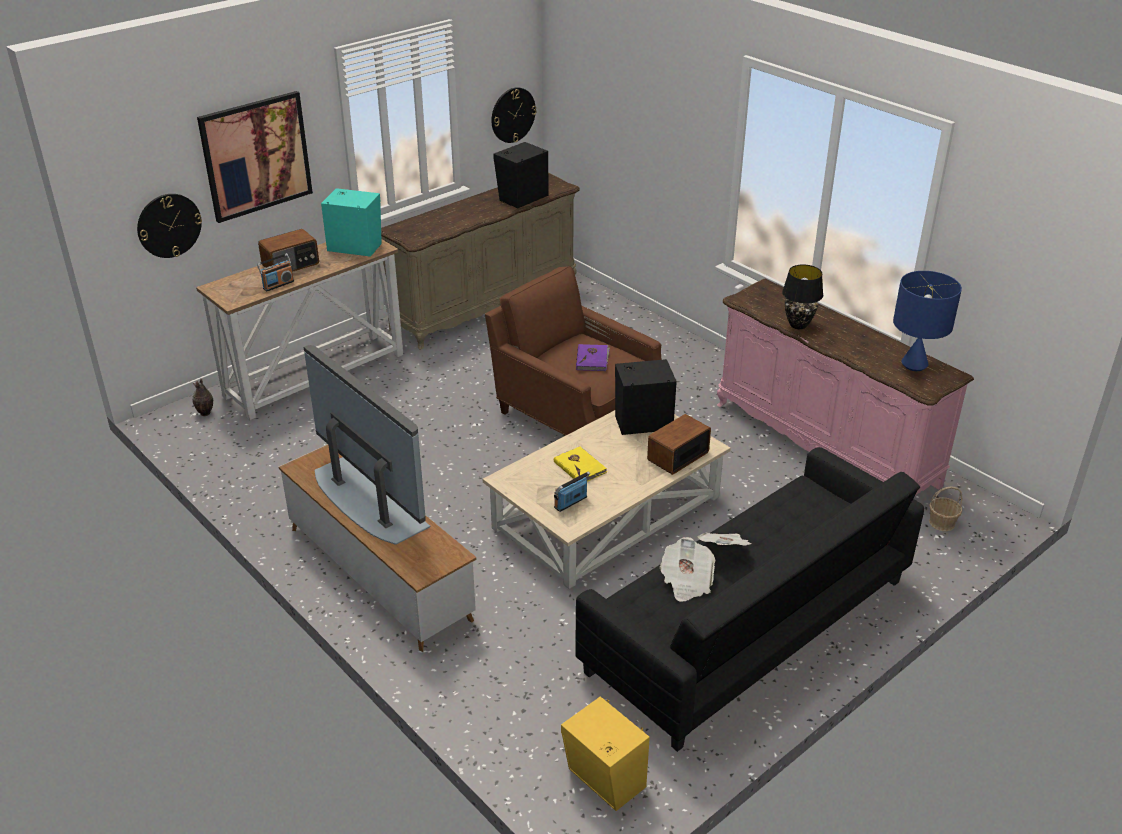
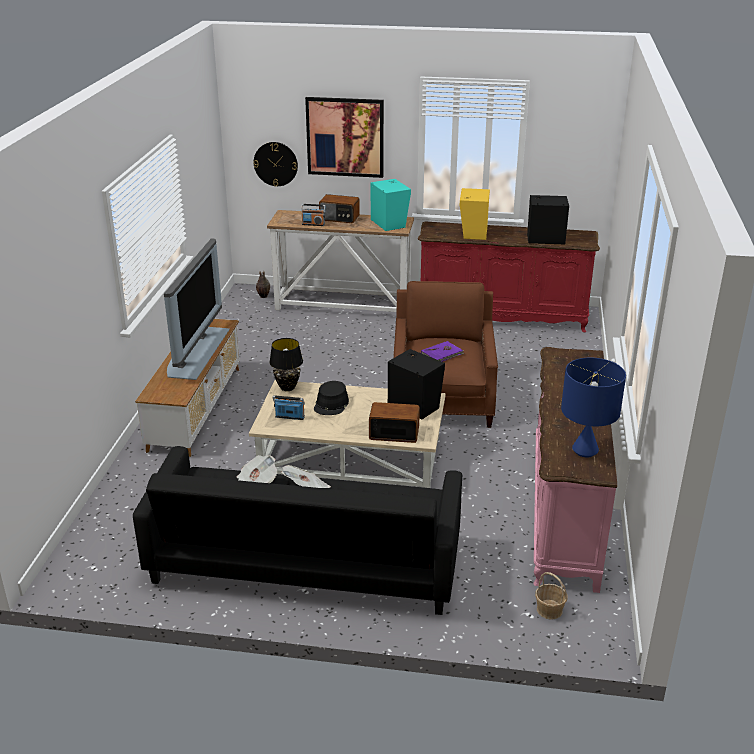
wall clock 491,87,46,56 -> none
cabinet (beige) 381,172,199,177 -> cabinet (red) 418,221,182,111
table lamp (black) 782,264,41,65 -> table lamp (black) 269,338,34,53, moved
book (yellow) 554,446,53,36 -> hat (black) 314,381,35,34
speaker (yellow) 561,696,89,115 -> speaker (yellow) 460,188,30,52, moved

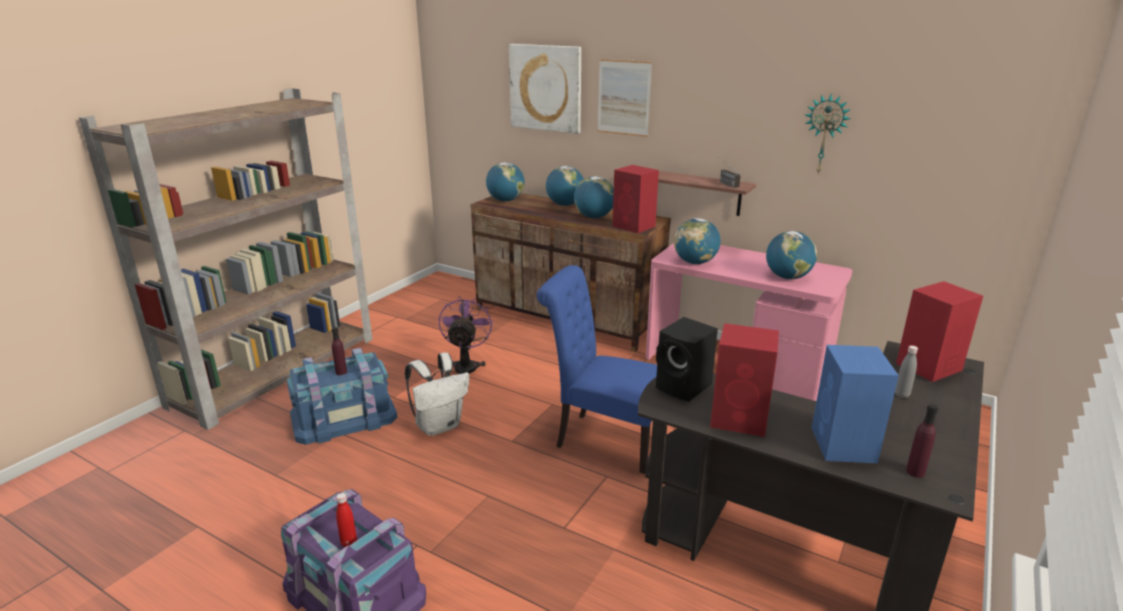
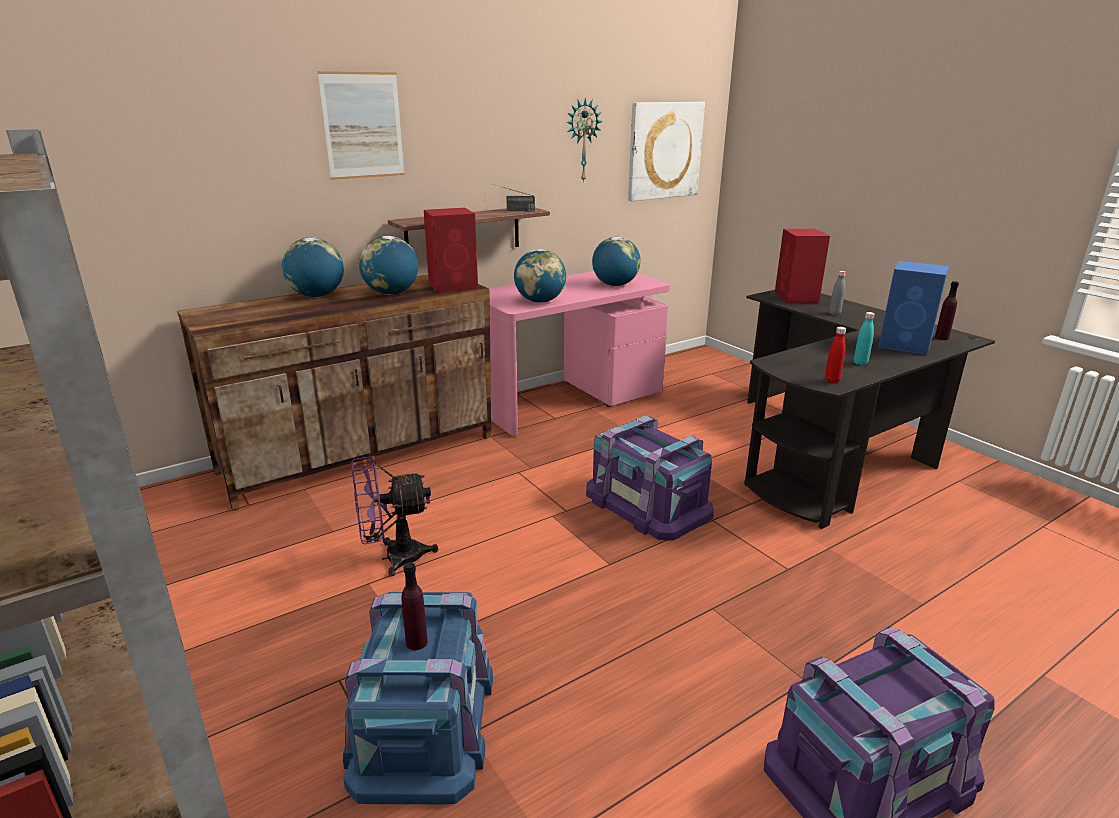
picture 509,44,72,90 -> picture 628,102,77,99, moved
globe 486,162,39,39 -> none
chair (blue) 536,265,121,209 -> storage box (purple) 586,416,128,125
fan (purple) 439,296,54,78 -> fan (purple) 351,456,87,121, 45 degrees counterclockwise
speaker (black) 656,317,62,85 -> none
speaker (red) 710,323,69,114 -> bottle (turquoise) 854,312,21,53
backpack (white) 405,352,64,84 -> none
bottle (red) 336,493,21,54 -> bottle (red) 825,327,21,56, moved

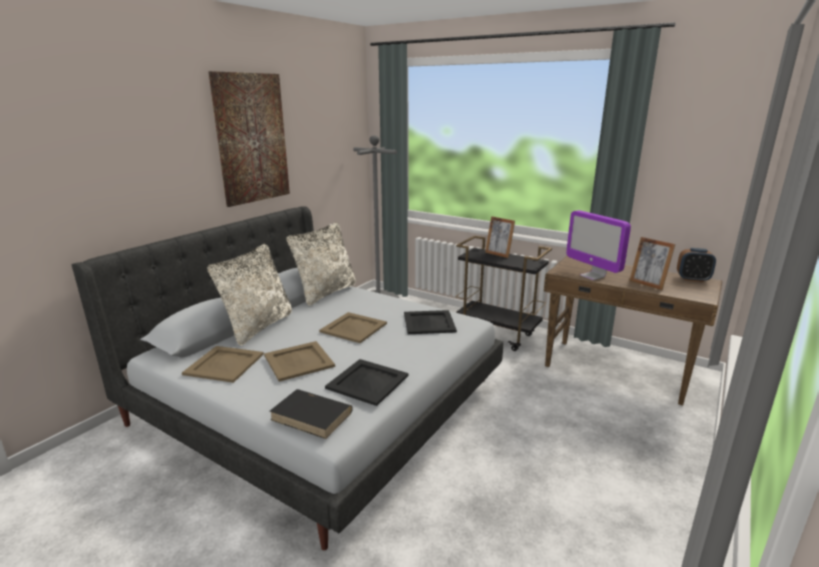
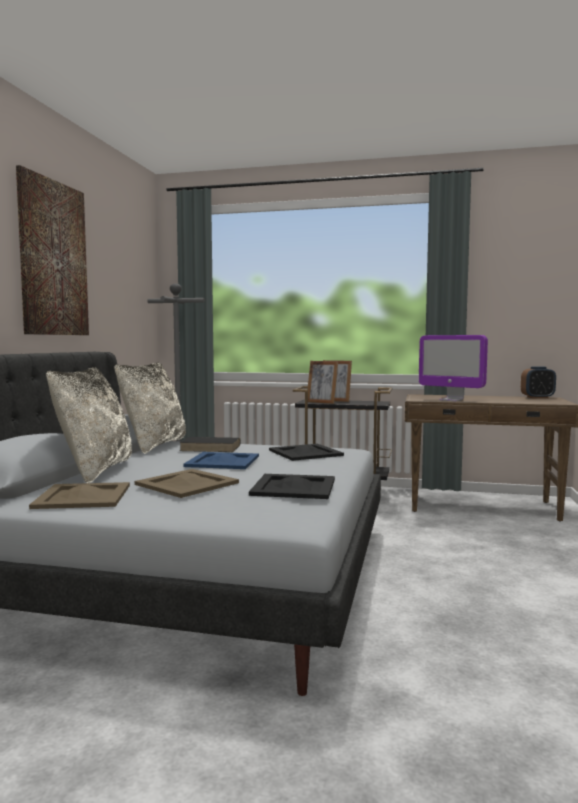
picture frame 629,237,46,53 -> picture frame 307,361,31,43, moved
tray (beige) 319,312,68,31 -> tray (blue) 184,452,75,17
book (black) 270,389,83,50 -> book (black) 179,437,62,15, moved

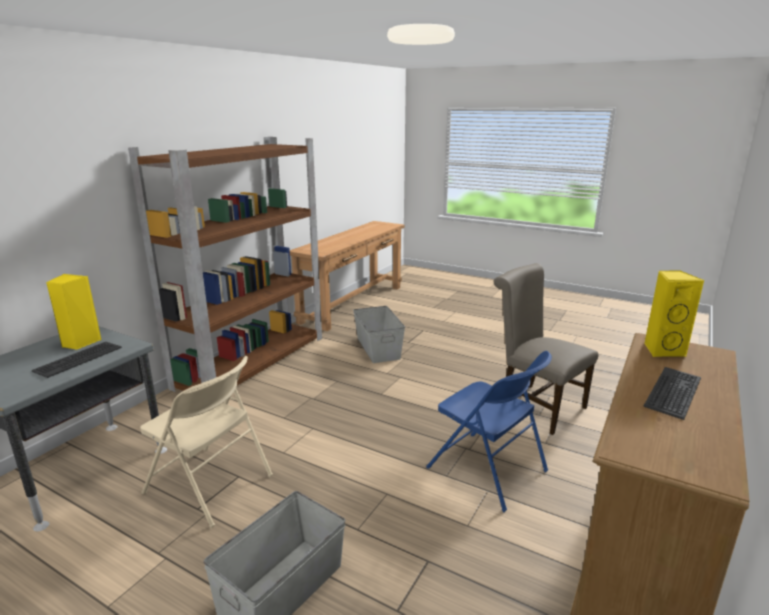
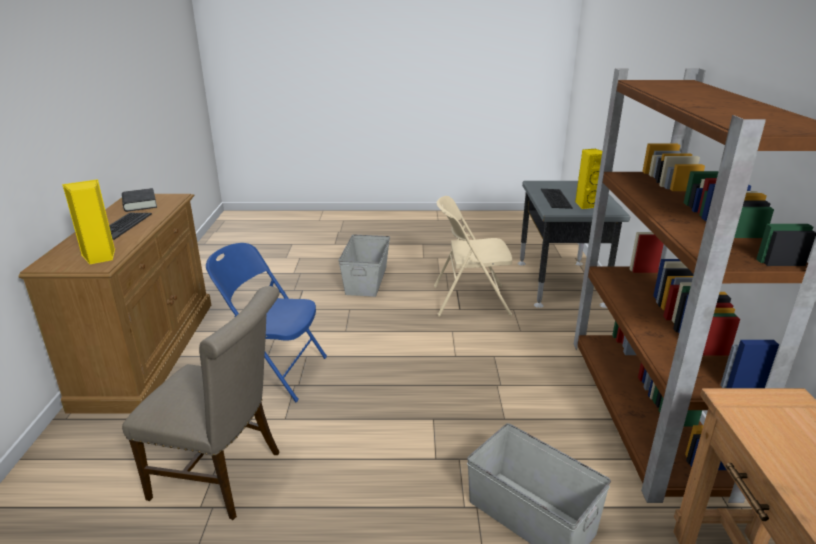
none -> book (black) 122,188,35,24

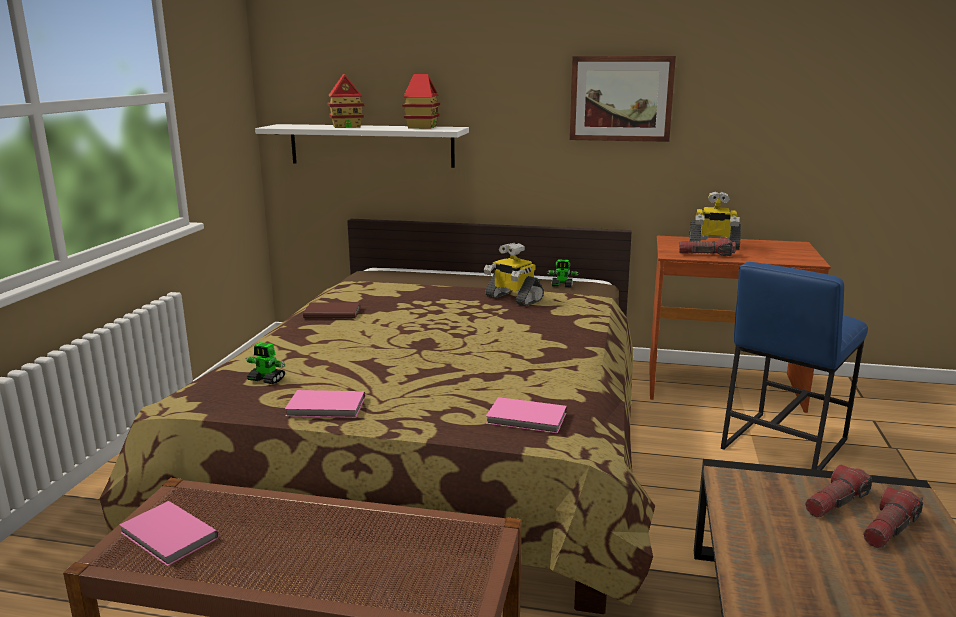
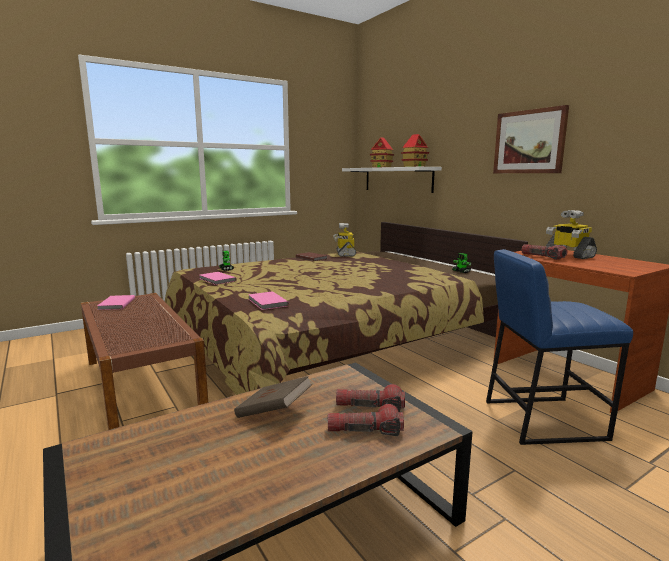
toy robot 484,243,60,63 -> toy robot 333,223,23,34, moved
none -> book (brown) 234,376,78,42

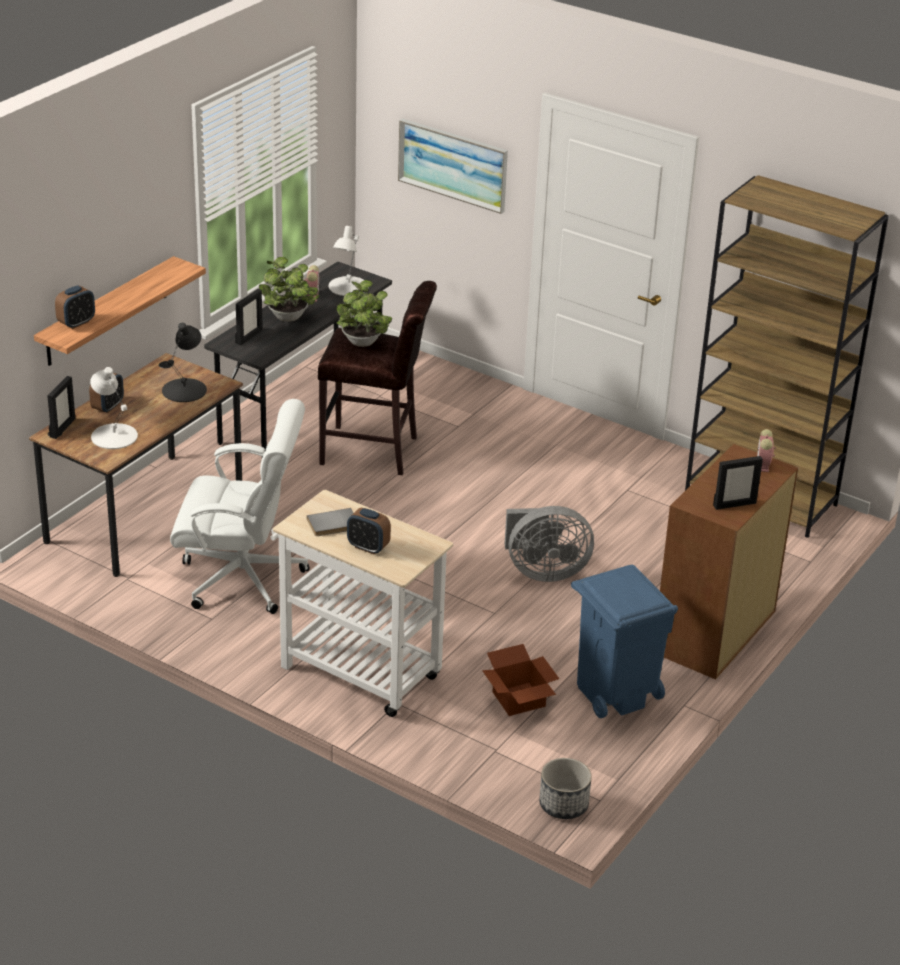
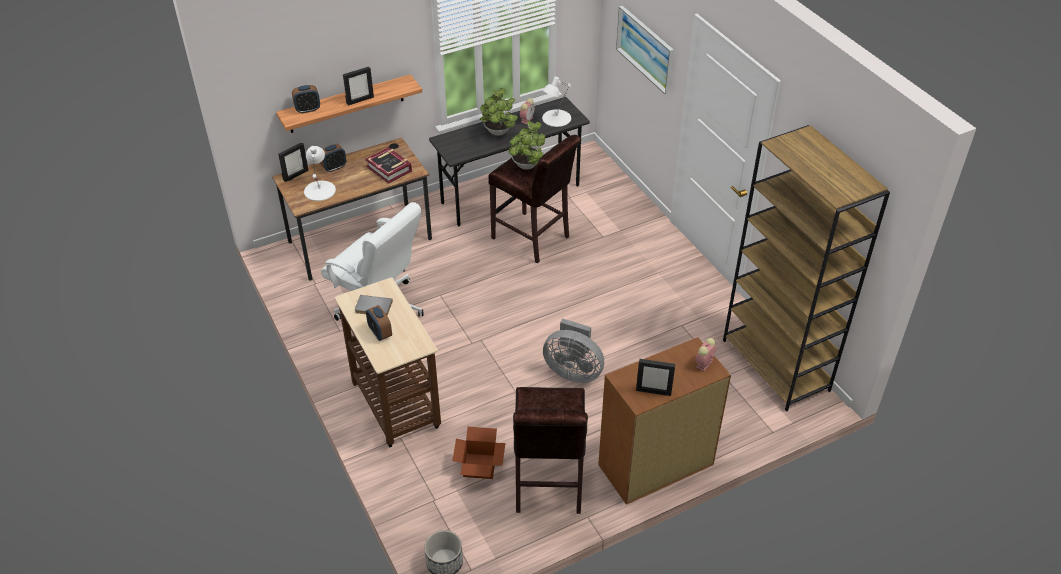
picture frame 235,289,28,56 -> picture frame 343,67,31,39, moved
table lamp (black) 162,323,45,79 -> book 365,147,47,37
cart (white) 271,490,182,227 -> cart (brown) 335,277,106,170
trash can (blue) 571,565,107,153 -> stool (brown) 513,387,75,127

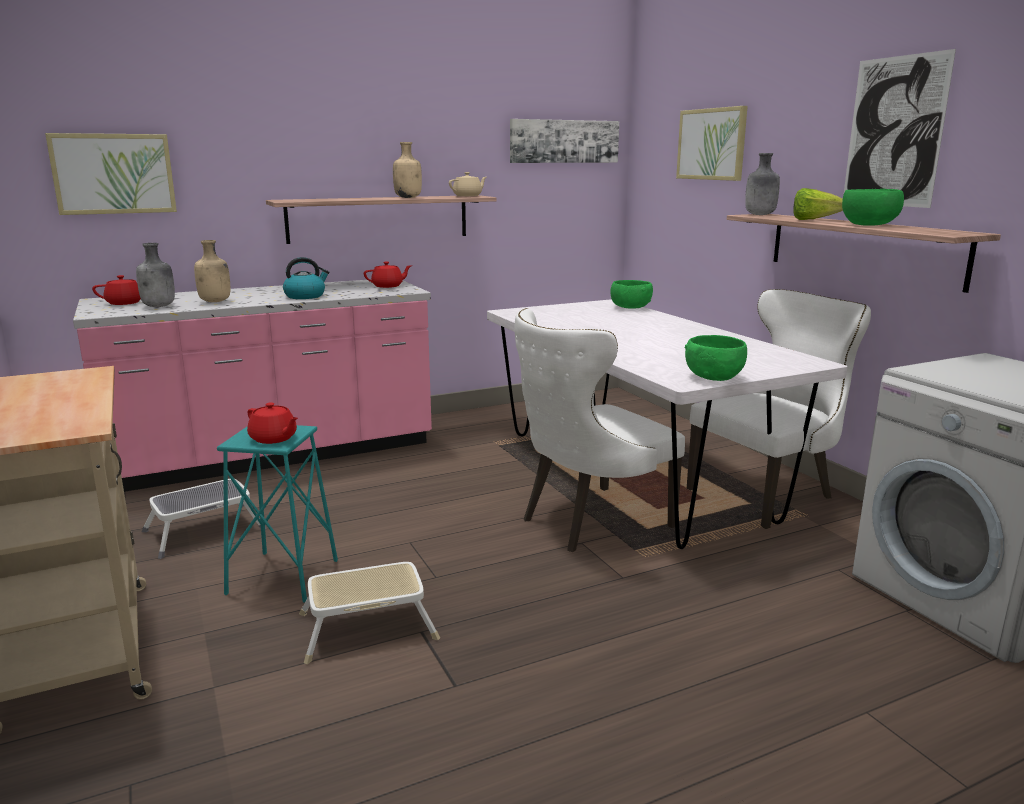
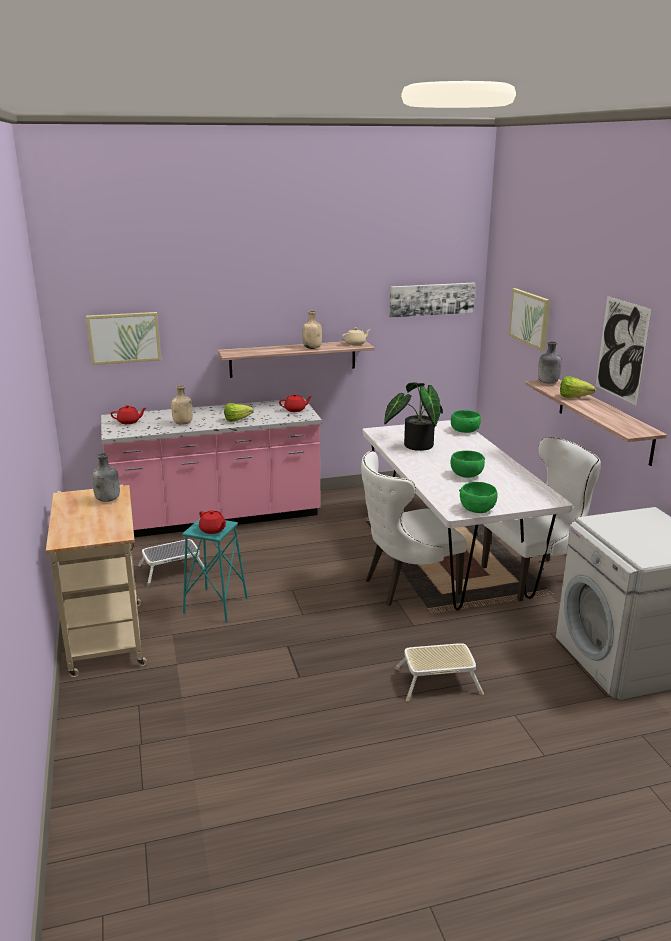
bowl (green) 842,189,62,37 -> bowl (green) 451,450,34,28, moved
bottle (grey) 136,243,39,64 -> bottle (grey) 92,453,28,49, moved
kettle 283,257,46,42 -> lettuce 224,403,30,19
step ladder (beige) 299,562,141,102 -> step ladder (beige) 395,643,89,59, moved
none -> potted plant 384,382,59,69

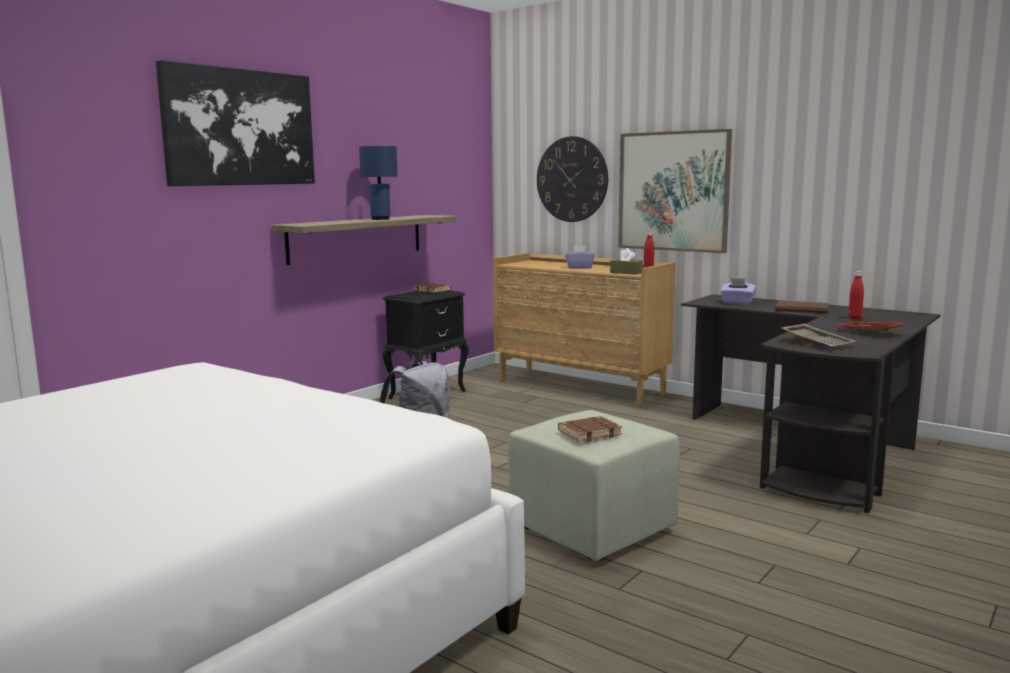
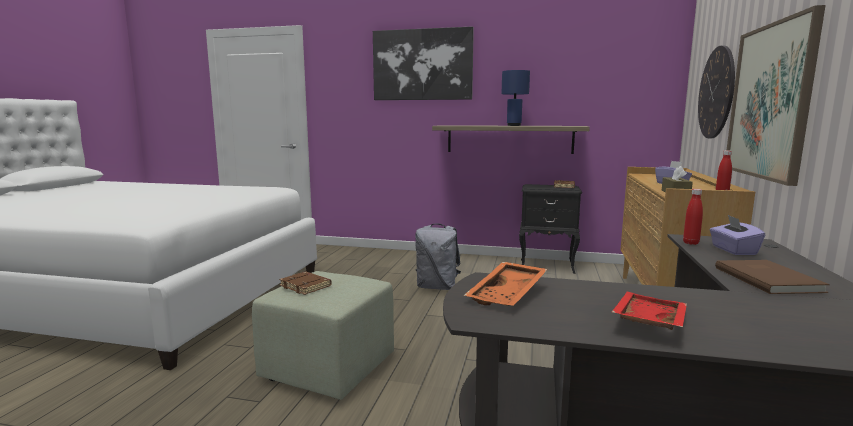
bottle (red) 848,271,16,48 -> bottle (red) 683,189,20,56, moved
tray (grey) 782,324,73,26 -> tray (orange) 464,262,84,44

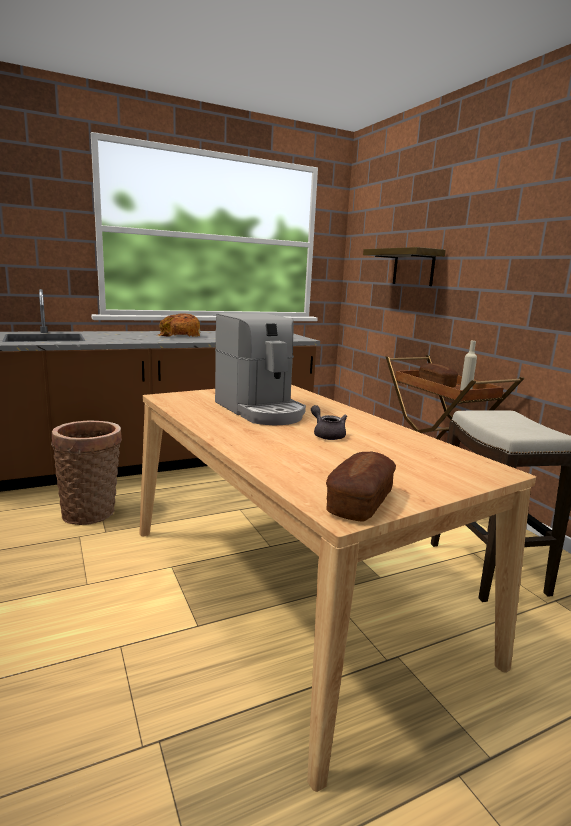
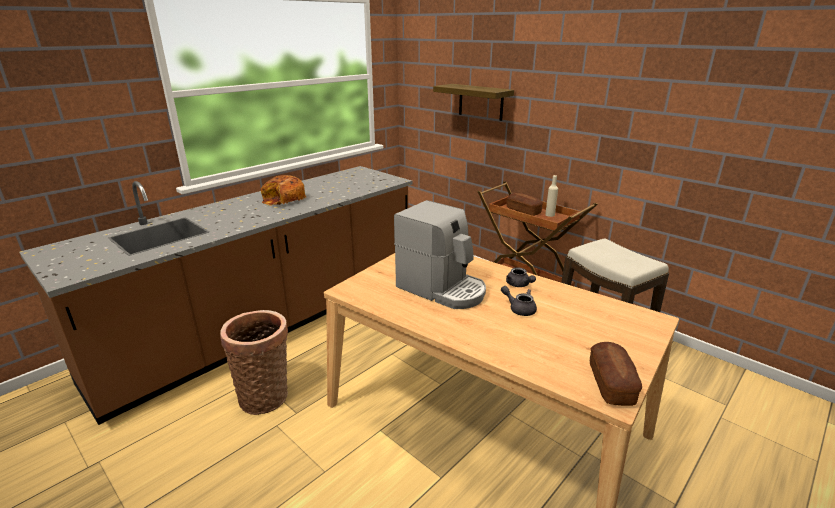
none -> teapot (grey) 506,267,30,20

